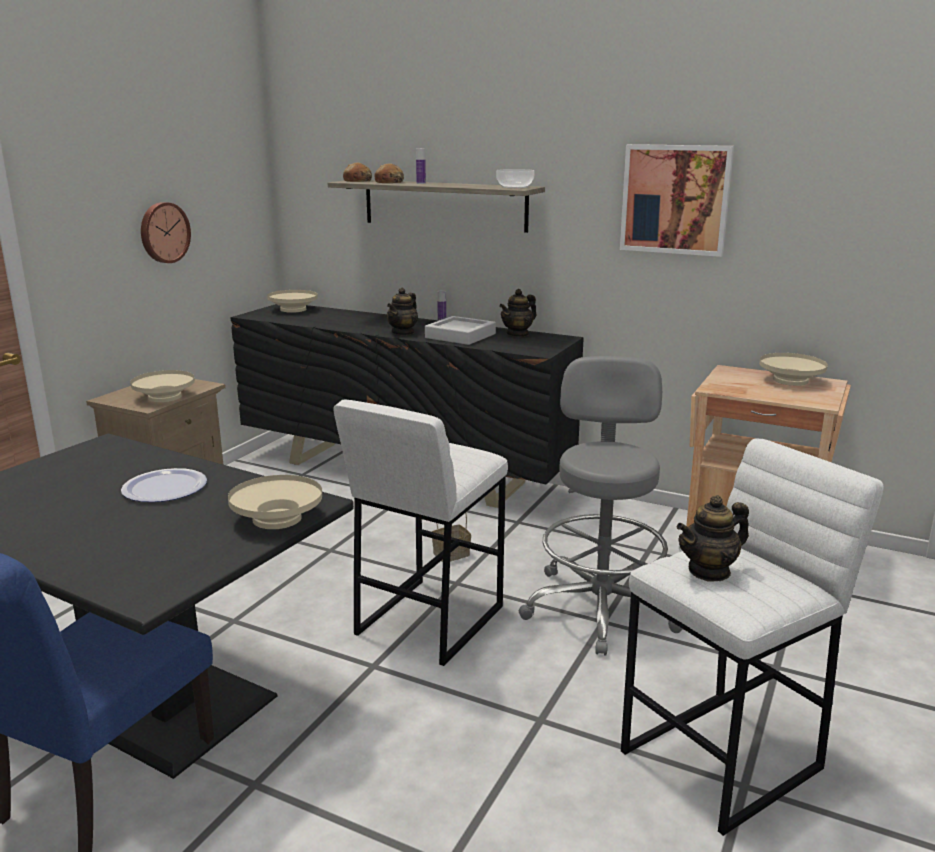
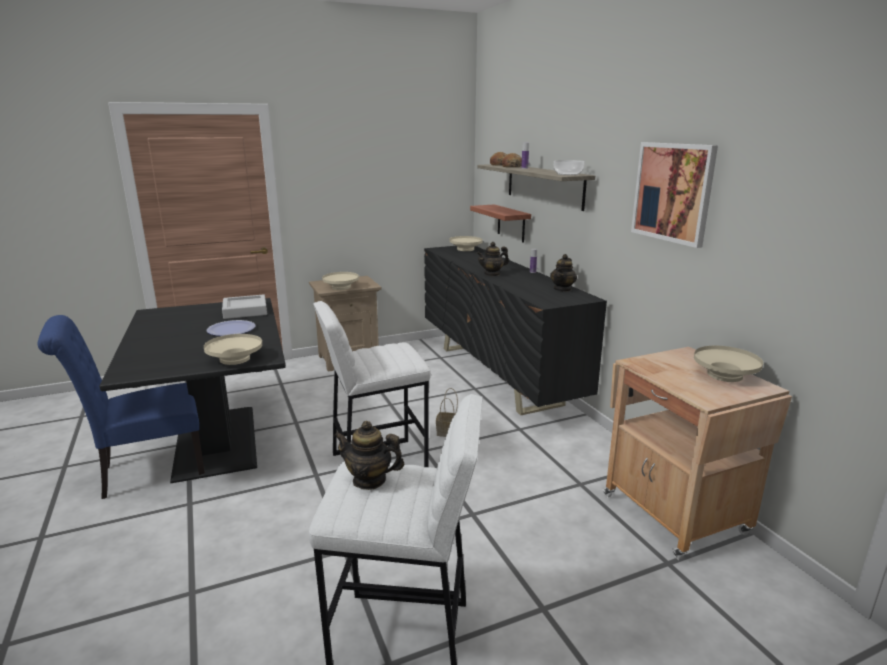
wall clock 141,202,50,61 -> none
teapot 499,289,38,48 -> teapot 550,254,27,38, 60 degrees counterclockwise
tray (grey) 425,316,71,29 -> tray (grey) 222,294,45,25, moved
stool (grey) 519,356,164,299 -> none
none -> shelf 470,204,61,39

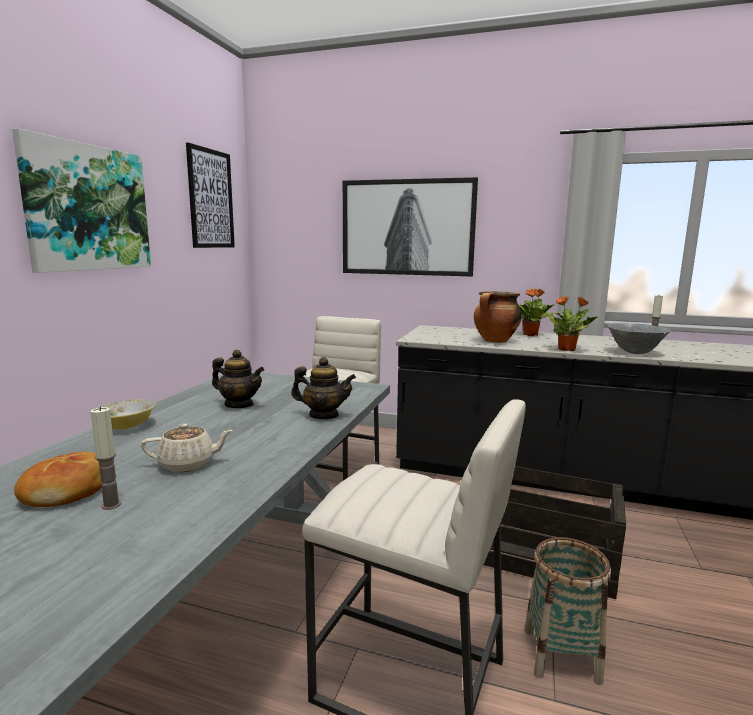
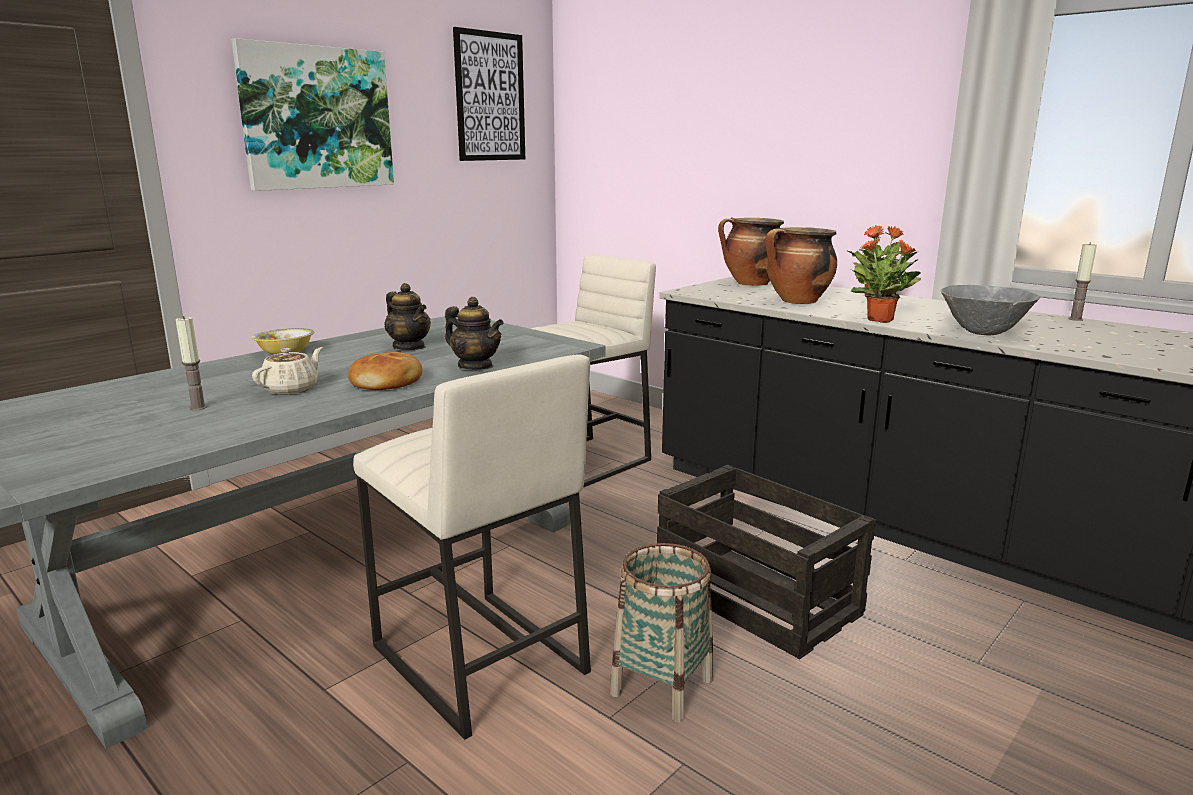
picture 343,177,135,100 -> none
teapot (beige) 141,423,92,49 -> teapot (beige) 252,347,71,48, 75 degrees counterclockwise
bread 14,452,88,55 -> bread 348,352,74,38, moved
none -> cooking pot 718,217,66,69

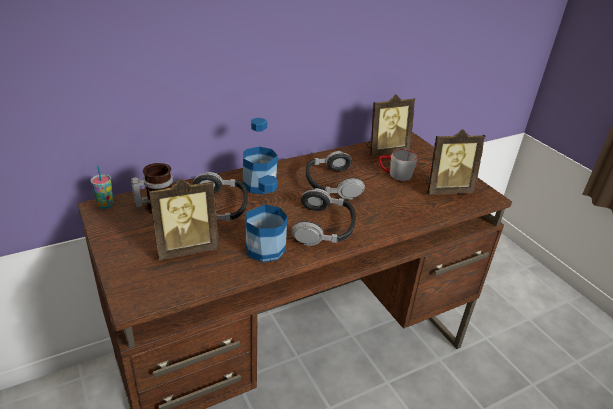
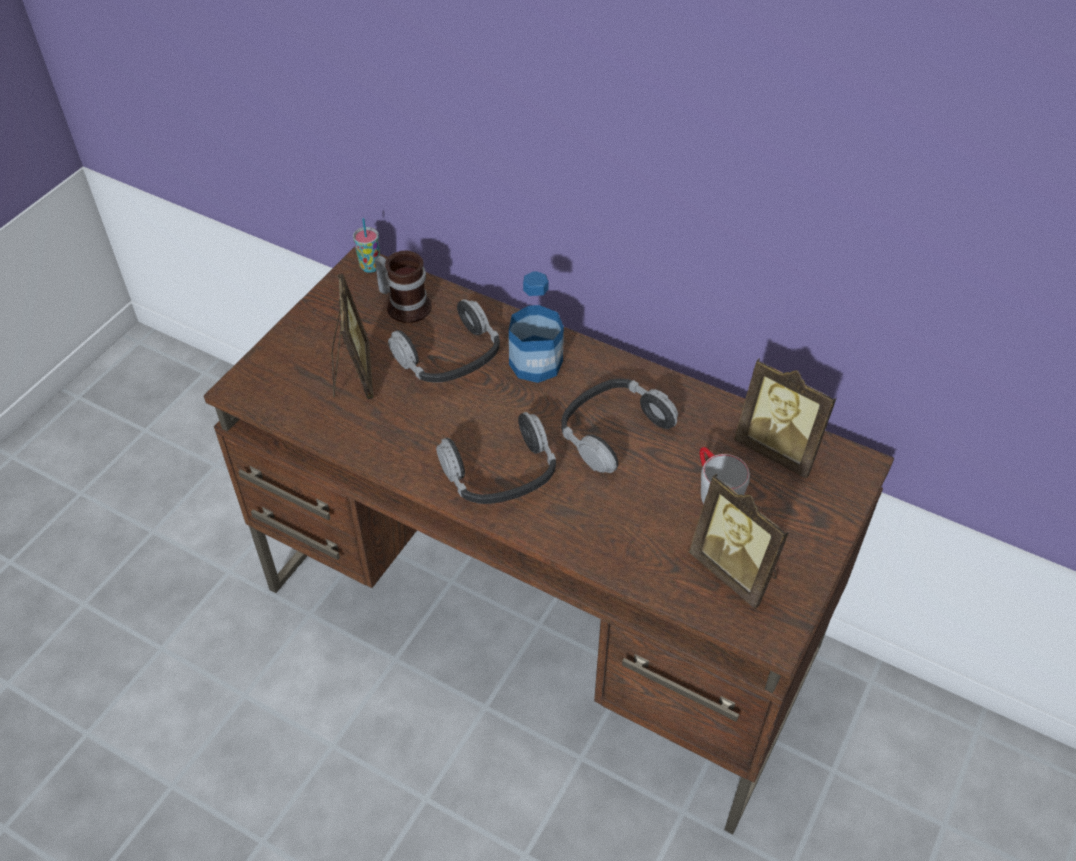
bottle 245,175,42,87 -> none
picture frame 149,179,70,81 -> picture frame 331,274,43,125, 135 degrees counterclockwise

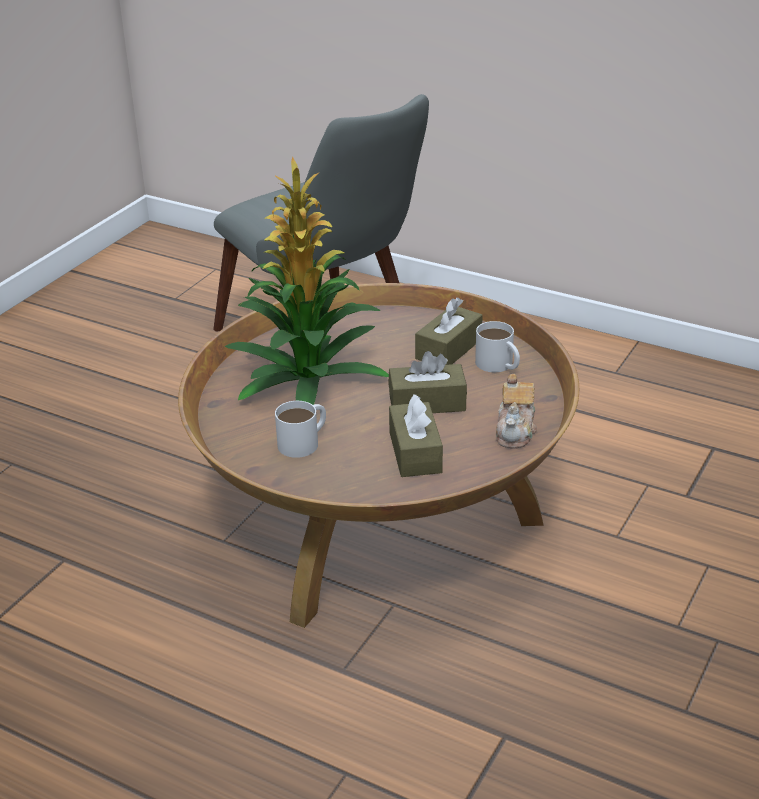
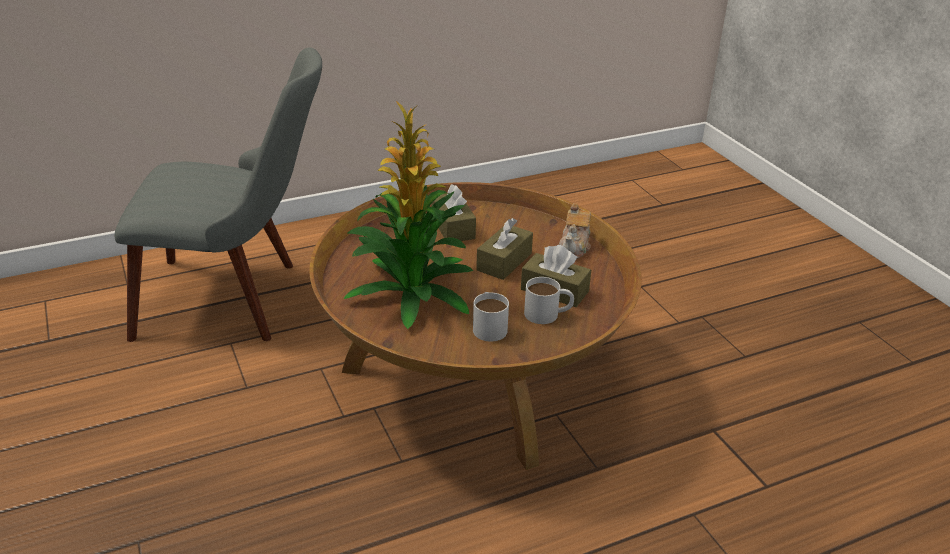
mug (white) 475,321,45,51 -> mug (white) 524,277,50,47, moved
teapot 496,374,41,75 -> teapot 559,203,32,56, 60 degrees clockwise

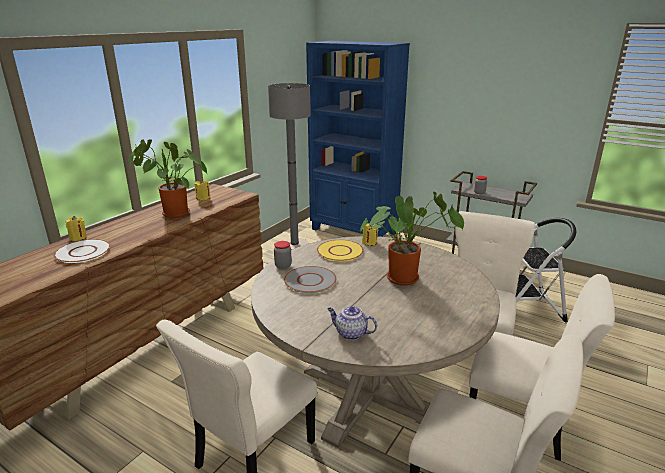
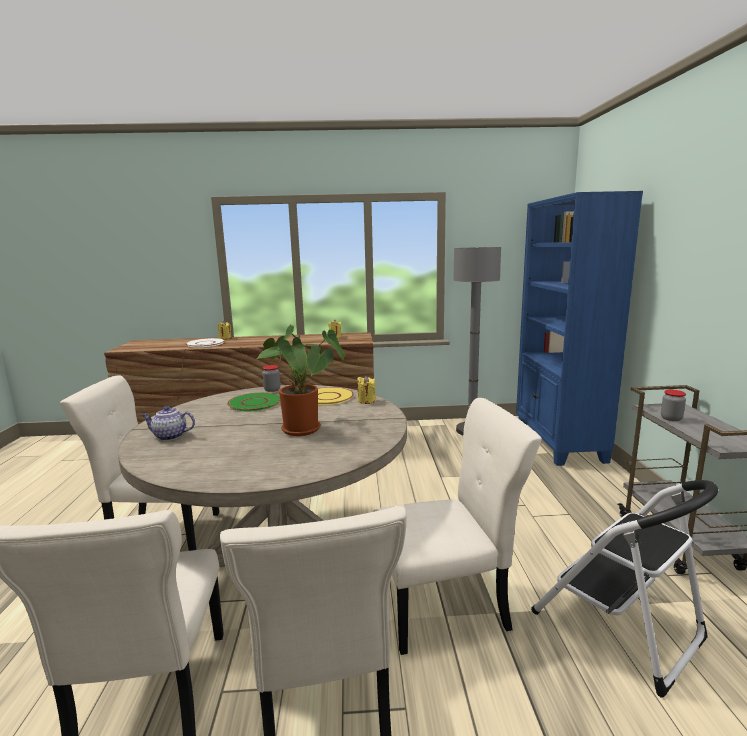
potted plant 128,139,79,79 -> none
plate (grey) 284,266,52,27 -> plate (green) 227,392,53,19
teapot 327,306,50,34 -> teapot 141,406,54,35, 75 degrees counterclockwise

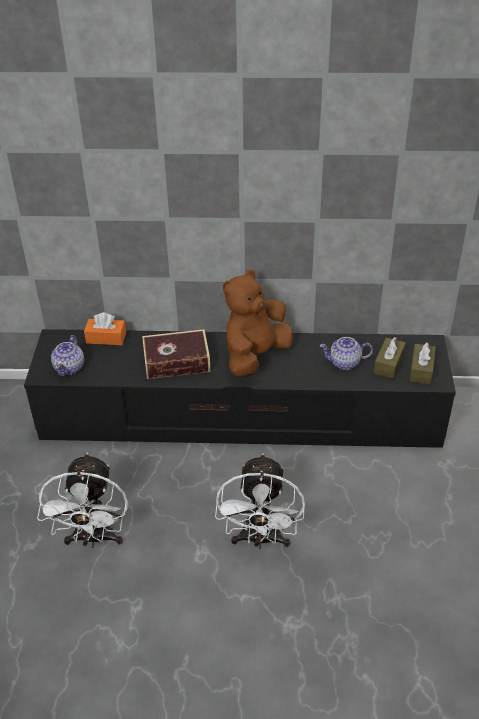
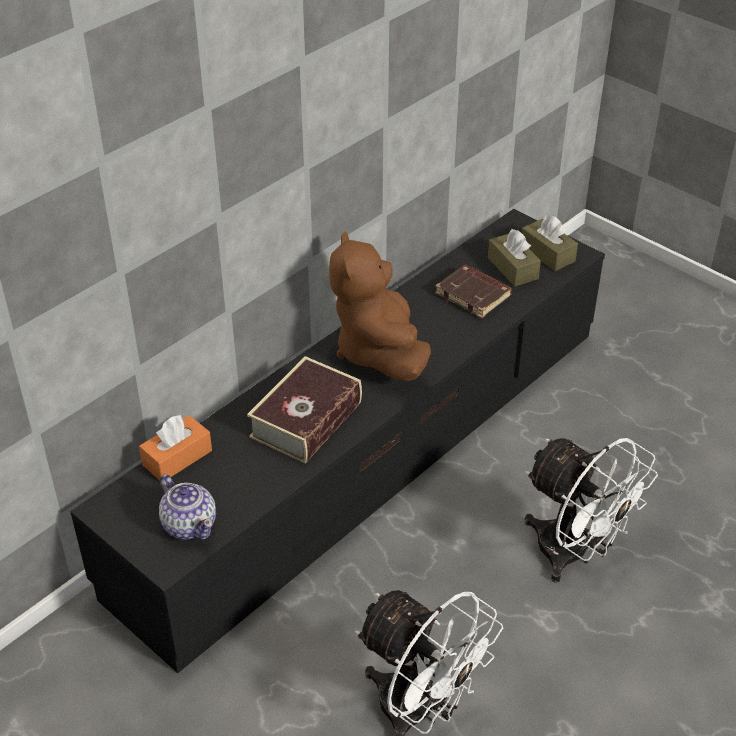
teapot 320,337,53,33 -> book (brown) 435,264,77,54

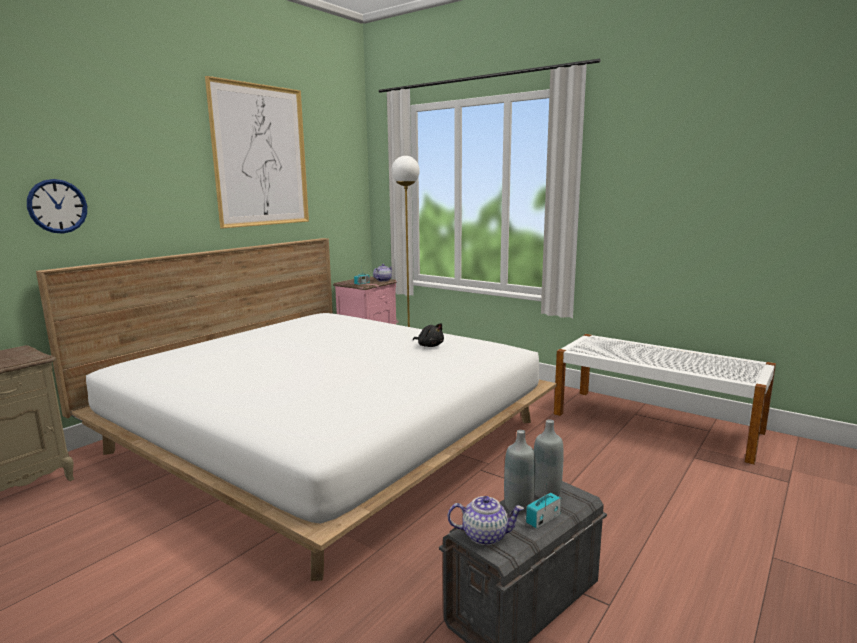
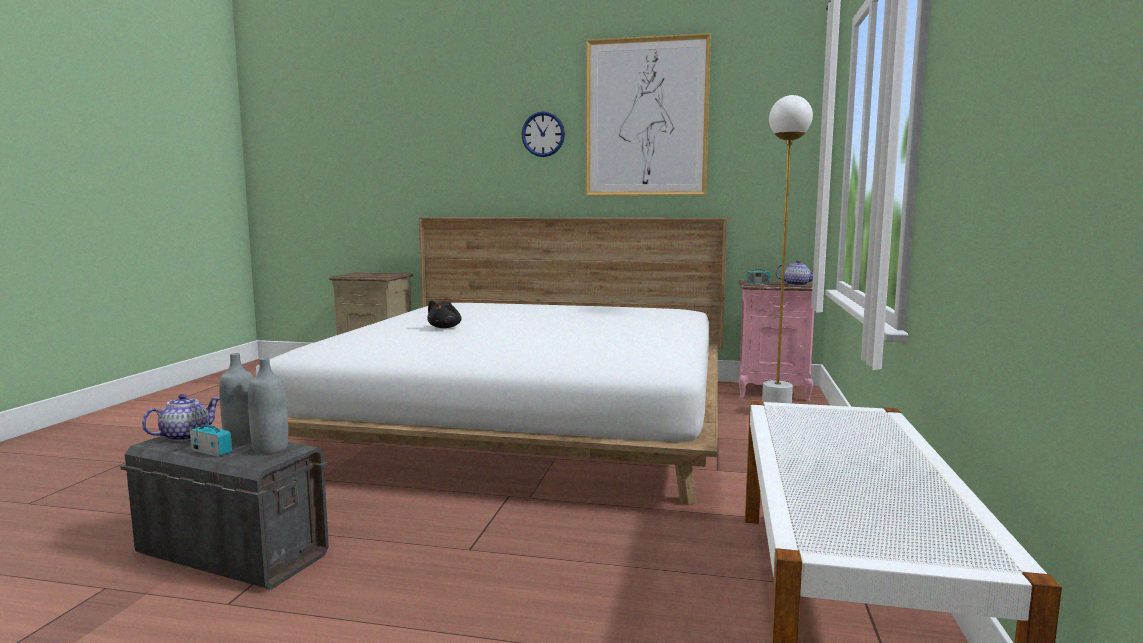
wall clock 27,179,60,55 -> wall clock 522,111,43,46, moved
plush toy (black) 413,323,31,24 -> plush toy (black) 427,300,35,28, moved
teapot 447,496,77,49 -> teapot 142,394,78,47, 120 degrees counterclockwise

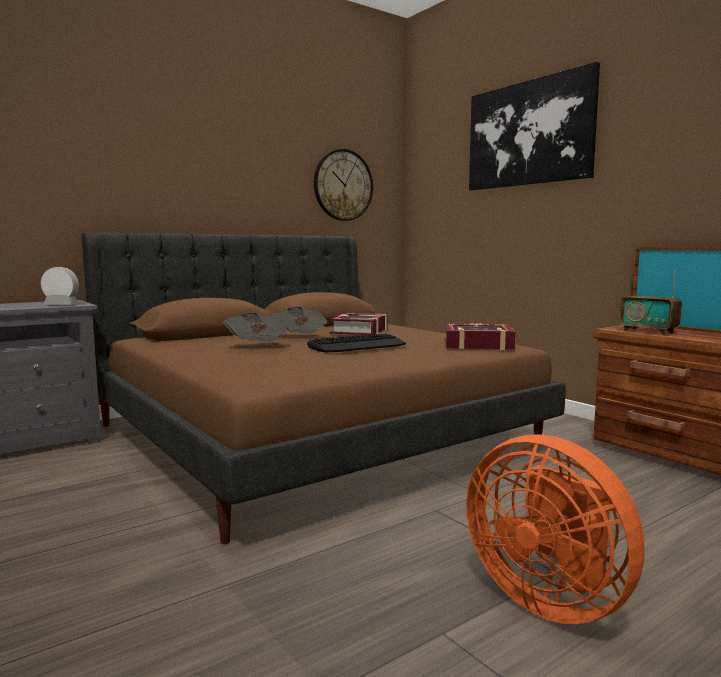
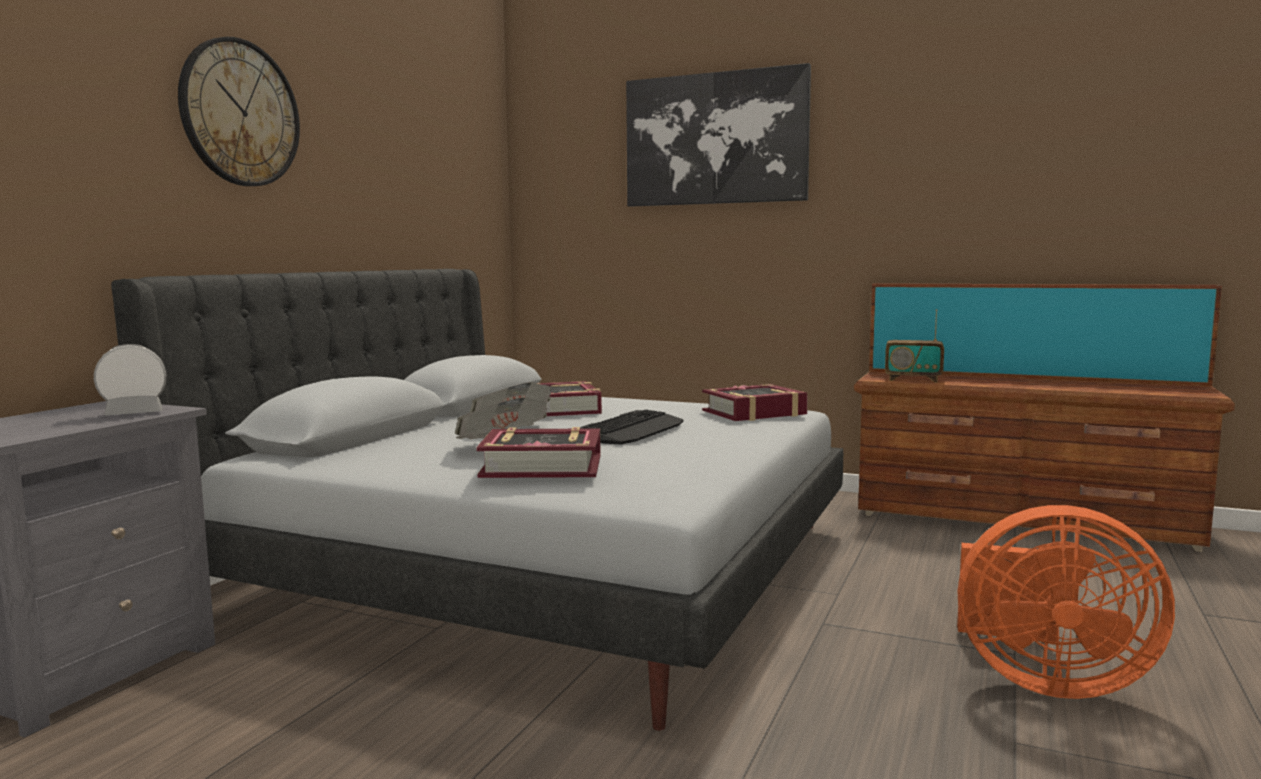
wall clock 314,149,59,72 -> wall clock 178,37,122,149, moved
bed (brown) 81,233,485,311 -> bed (grey) 111,269,732,462
none -> book 476,427,125,51

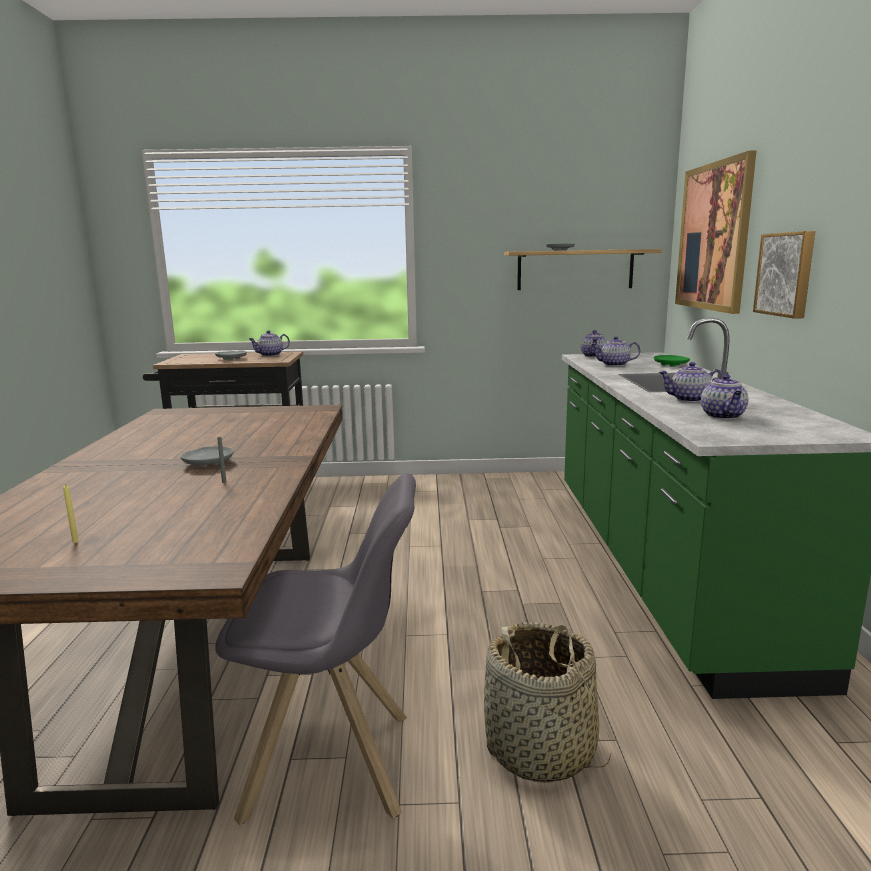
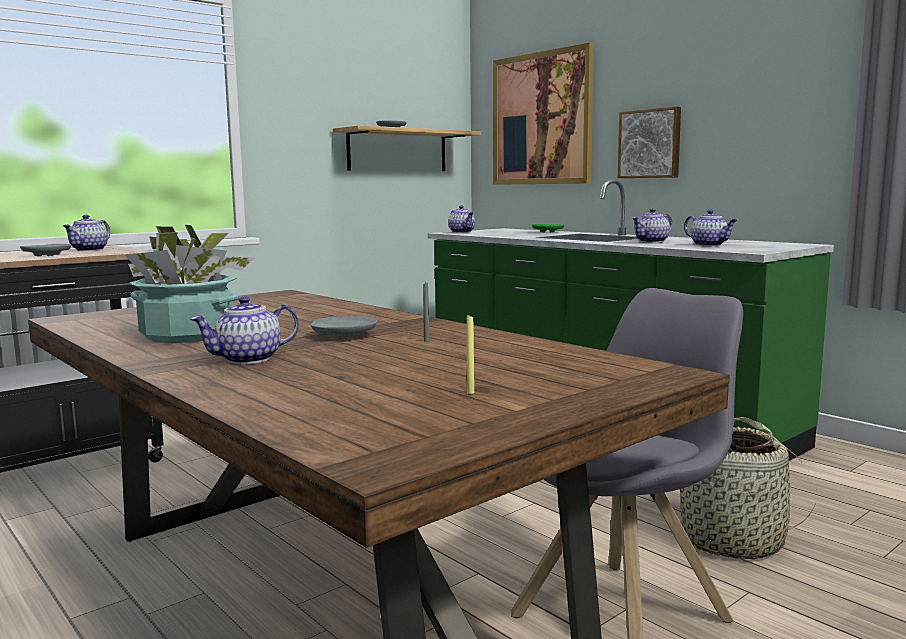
teapot 591,336,49,30 -> teapot 190,296,109,68, moved
none -> potted plant 125,225,131,118

